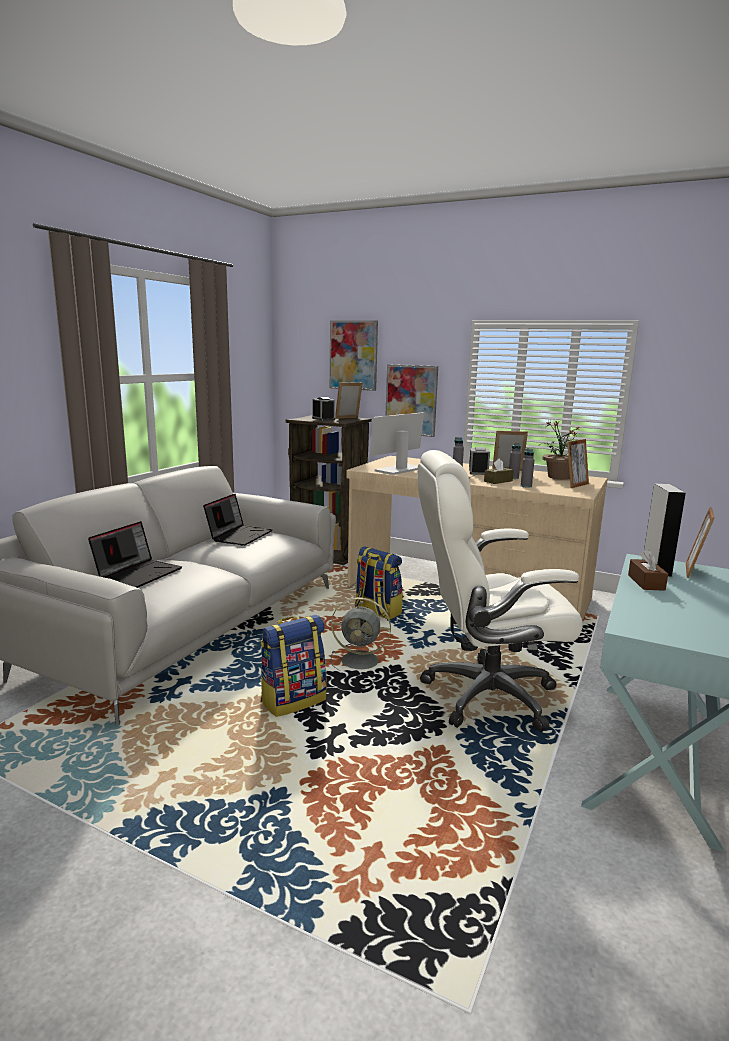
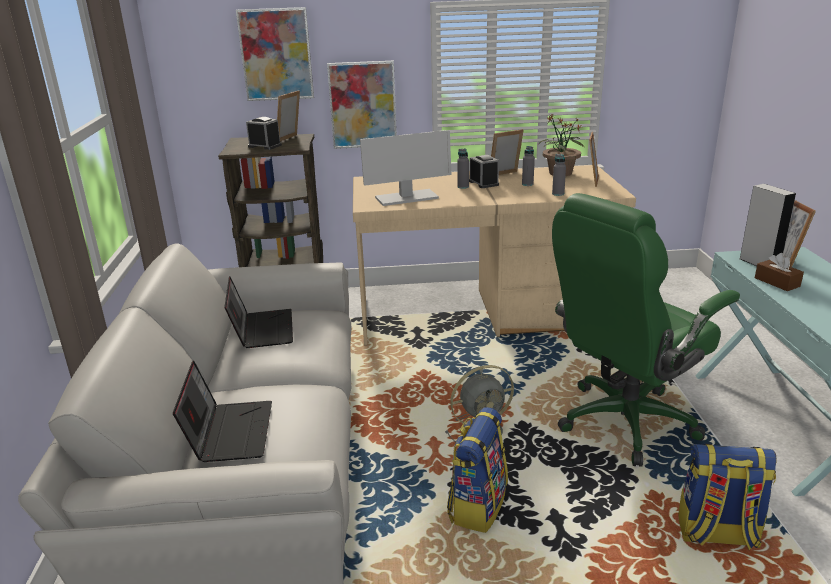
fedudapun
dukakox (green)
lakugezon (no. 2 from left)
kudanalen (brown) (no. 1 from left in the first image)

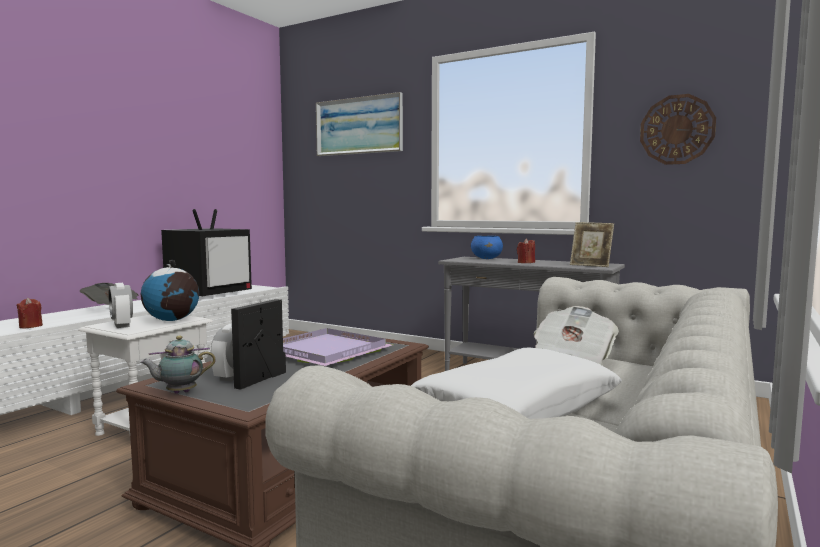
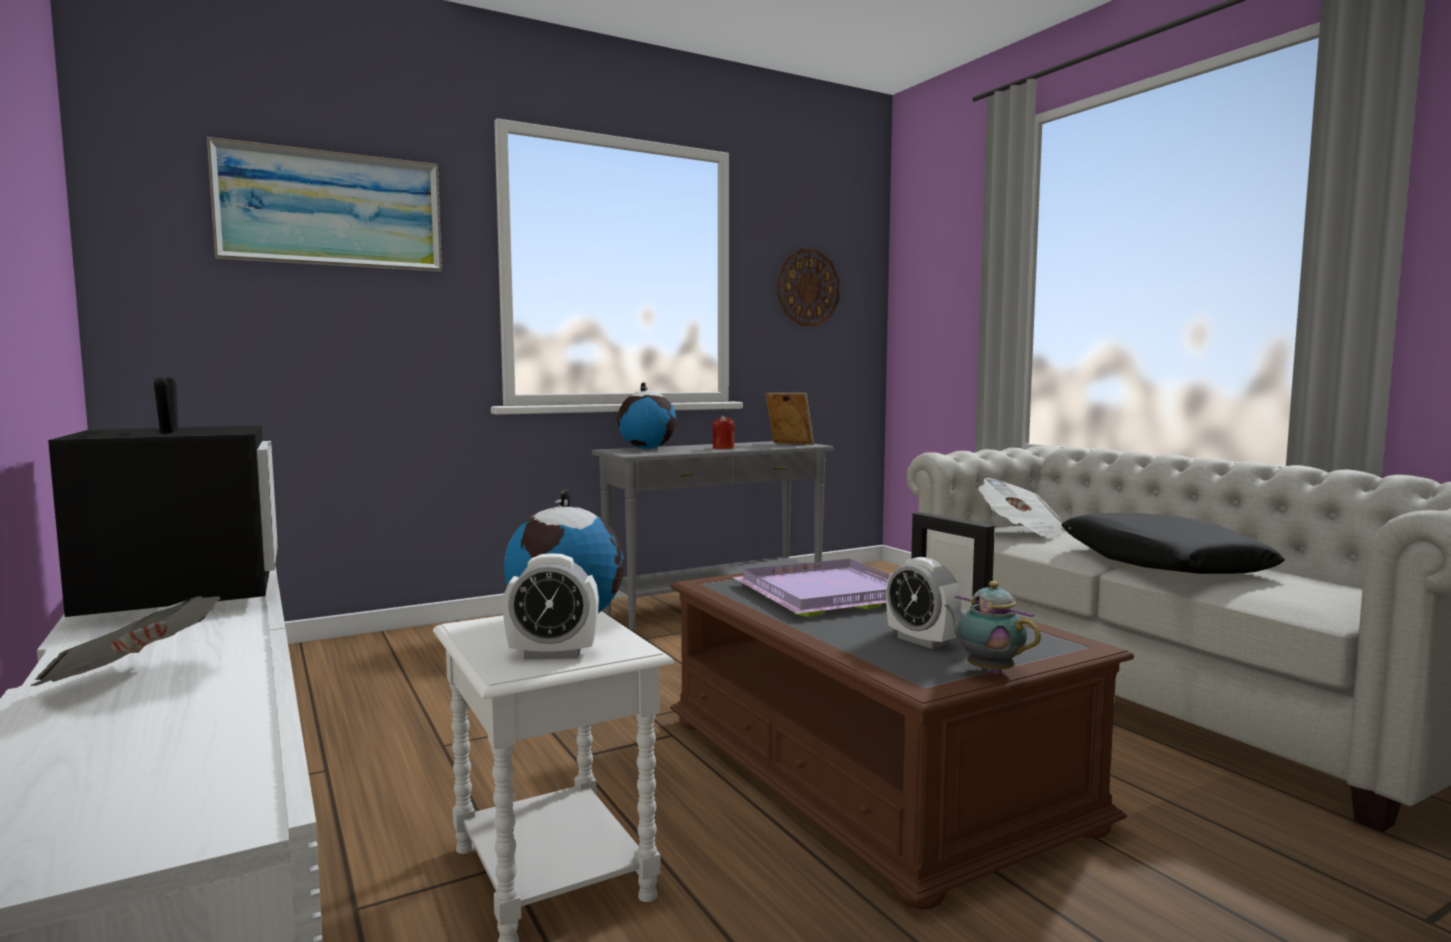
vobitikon (no. 2 from left)
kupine (no. 1 from left)
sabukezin
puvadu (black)
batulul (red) (no. 1 from left in the first image)

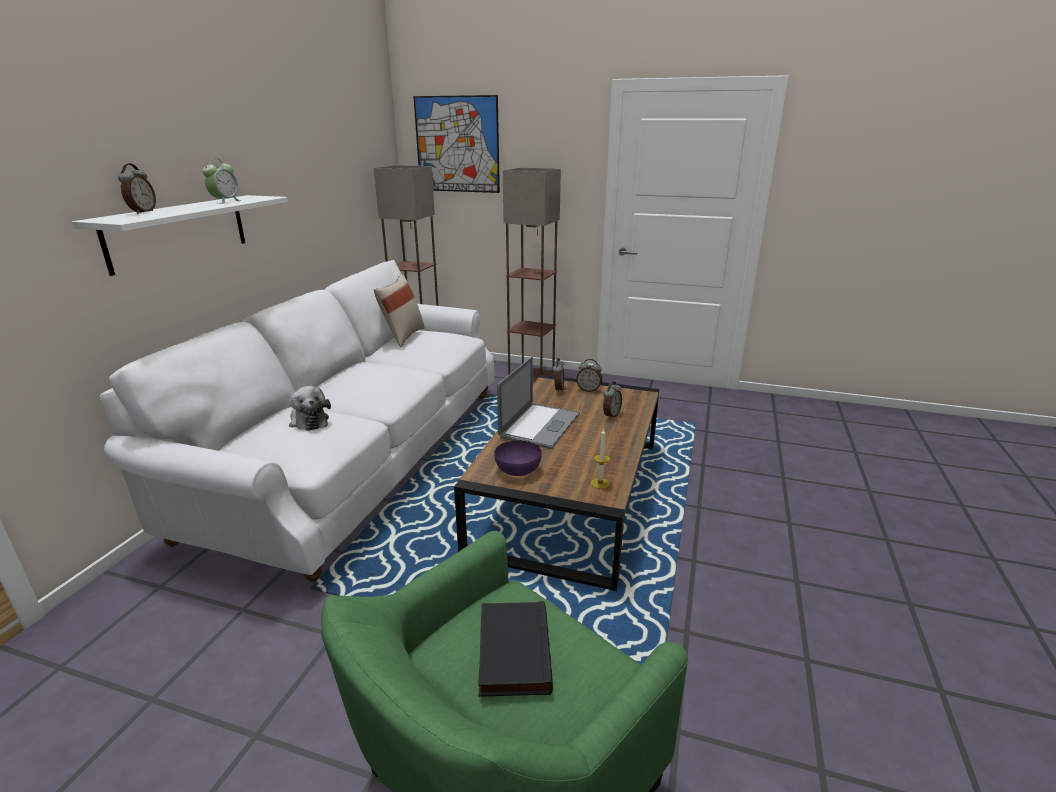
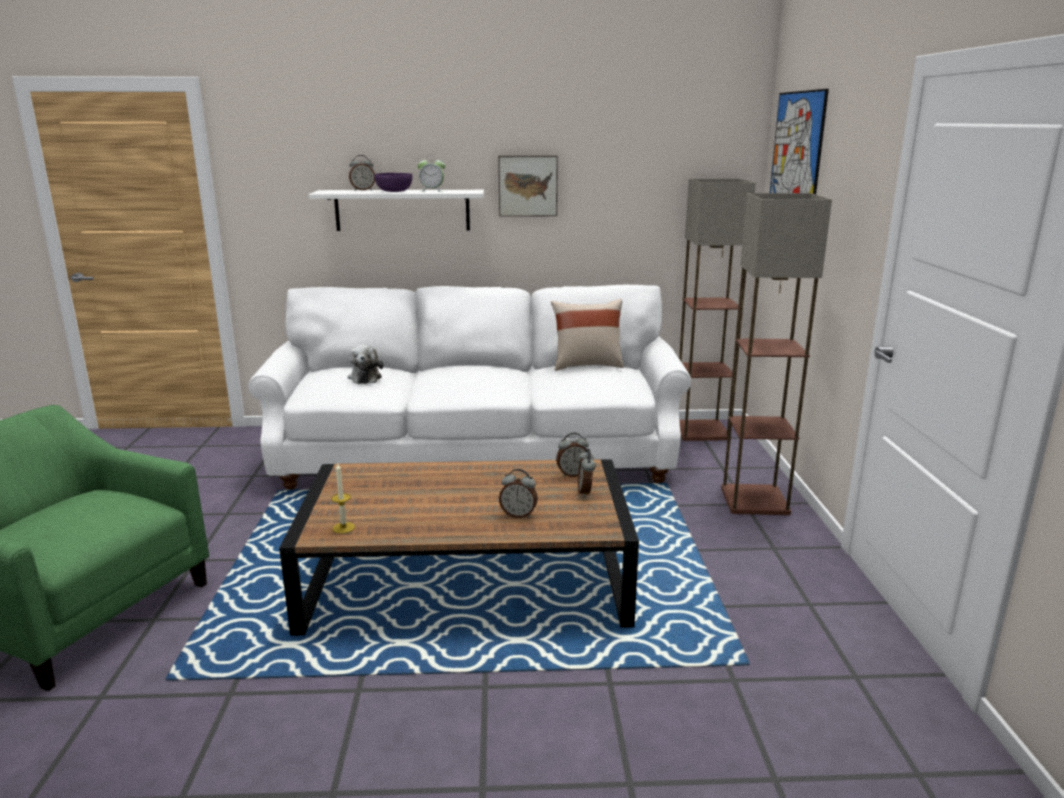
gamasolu
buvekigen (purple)
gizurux (no. 1 from left)
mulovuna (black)
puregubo

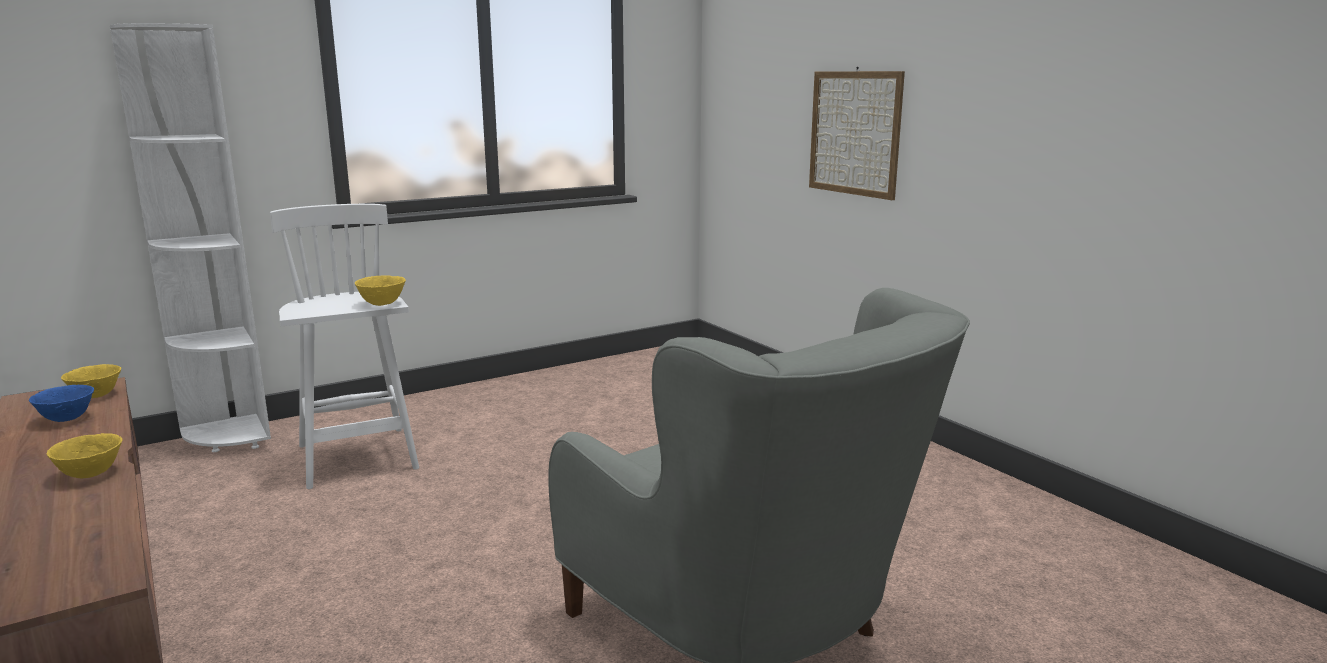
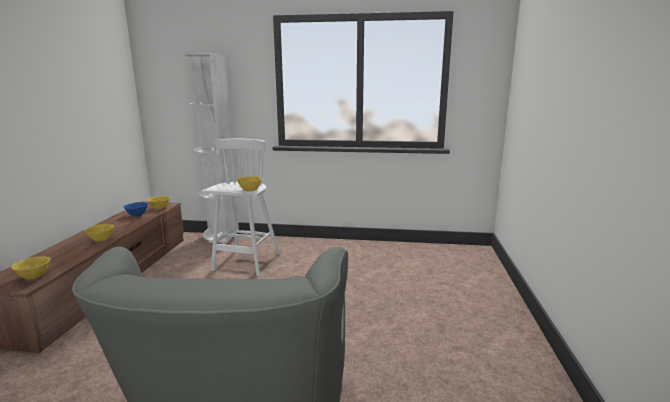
buvekigen (yellow) (no. 1 from left)
gizurux

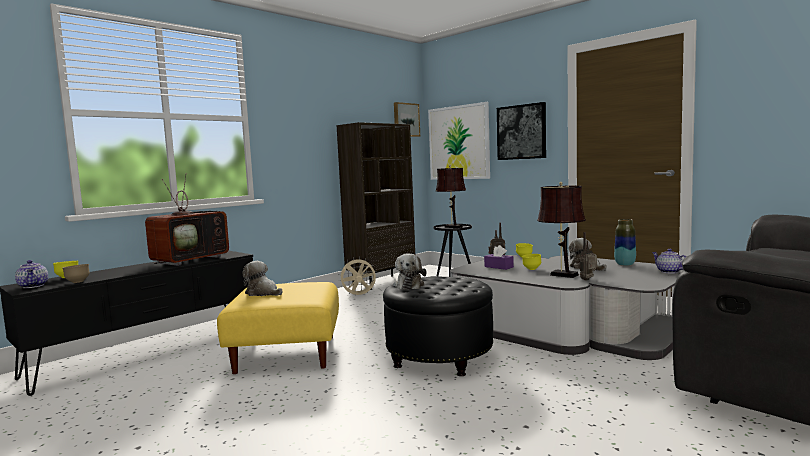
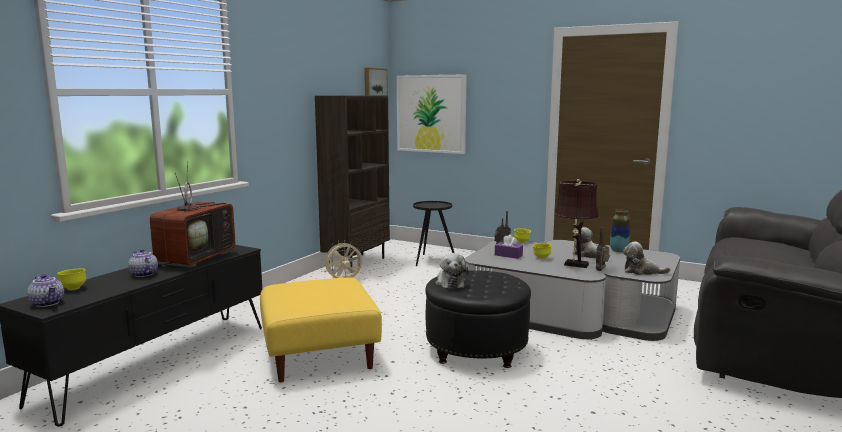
sabukezin (no. 2 from left)
gamasolu (no. 3 from left)
buvekigen (brown)
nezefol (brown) (no. 1 from left in the first image)
gizurux (no. 3 from left in the first image)

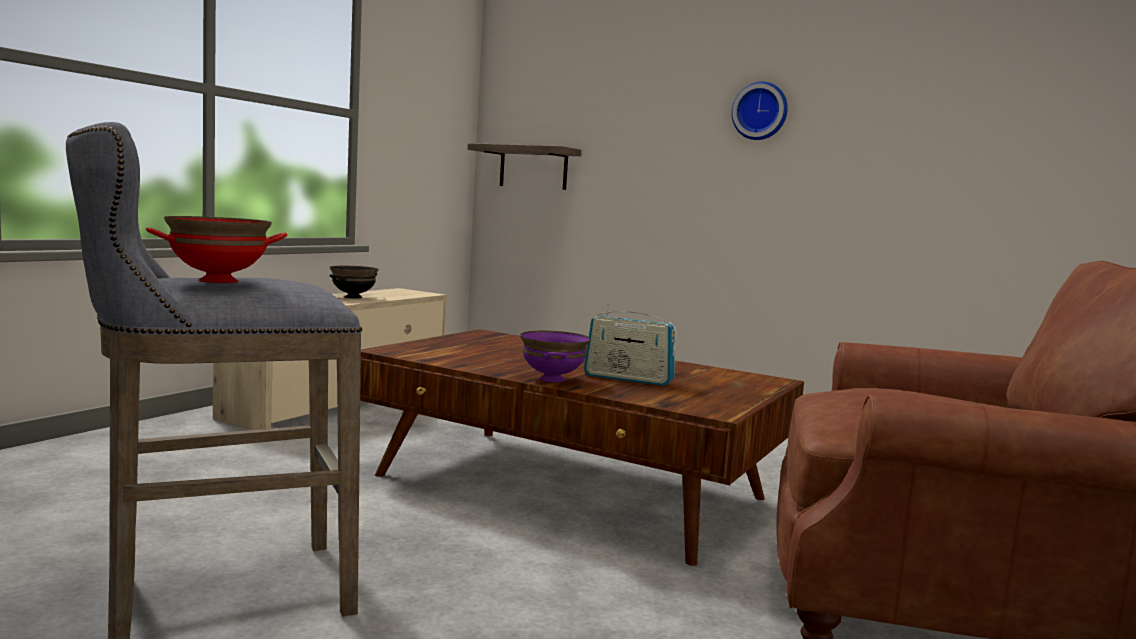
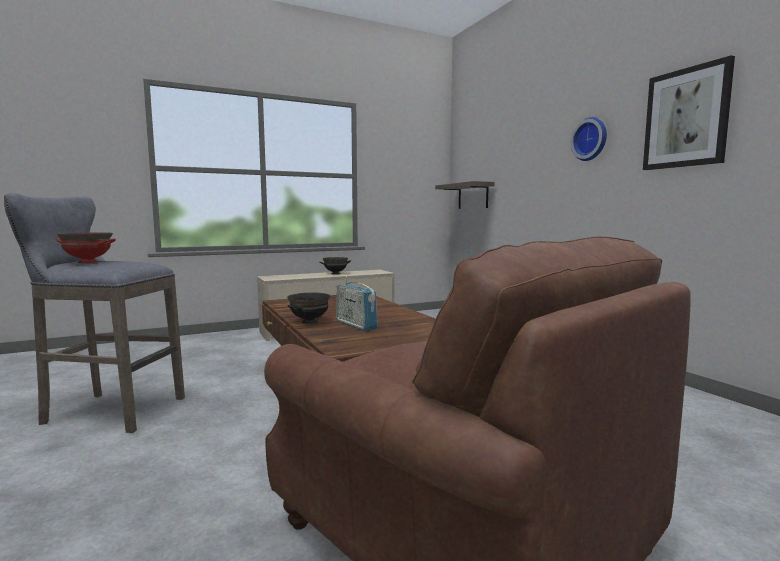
buvekigen (black) (no. 1 from left)
gizurux

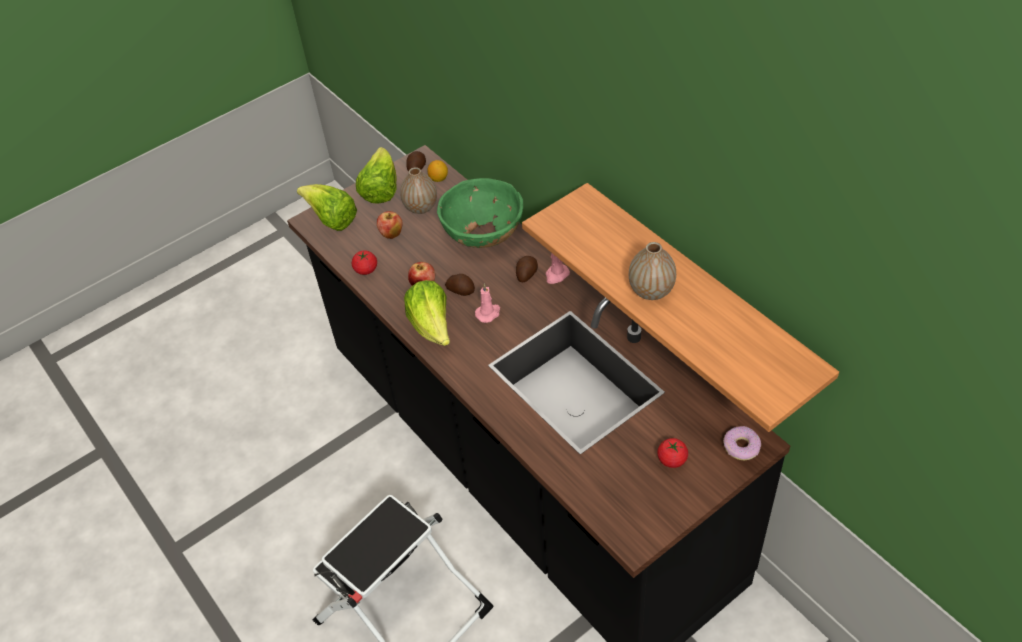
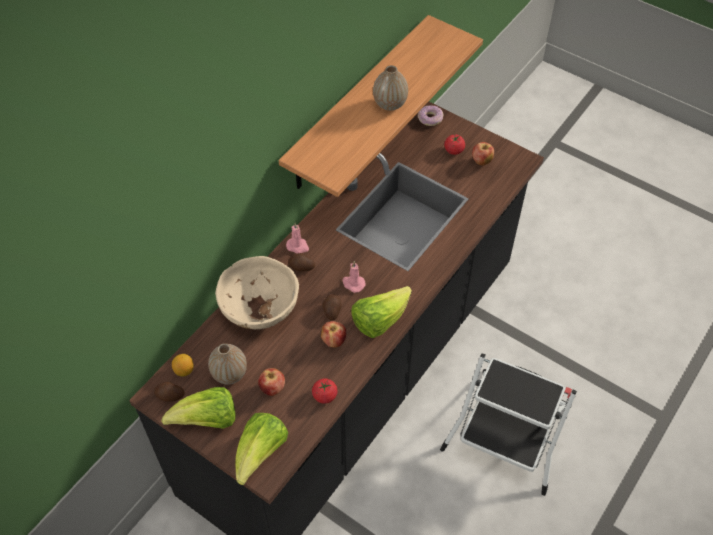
buvekigen (beige)
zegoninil (no. 3 from left)

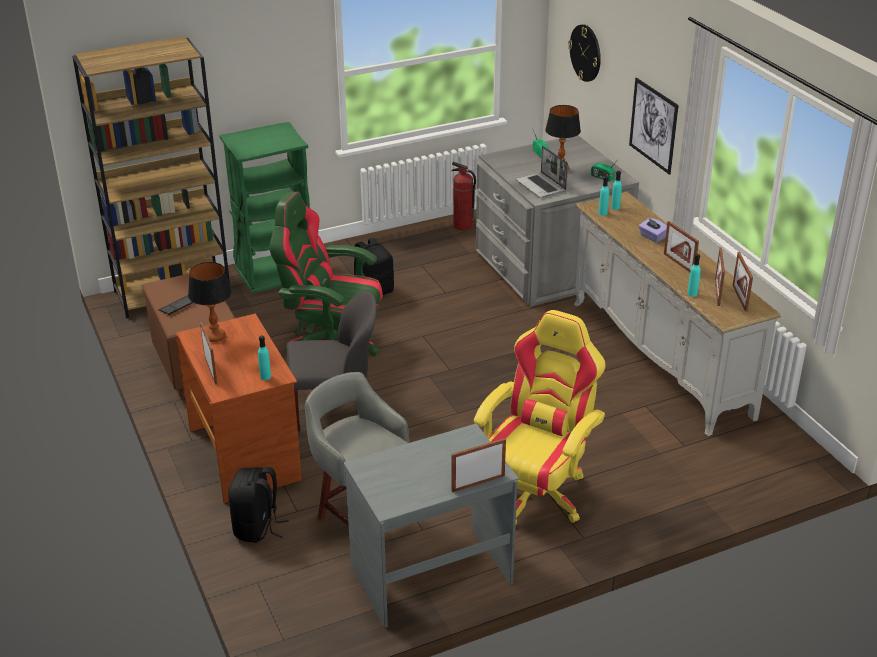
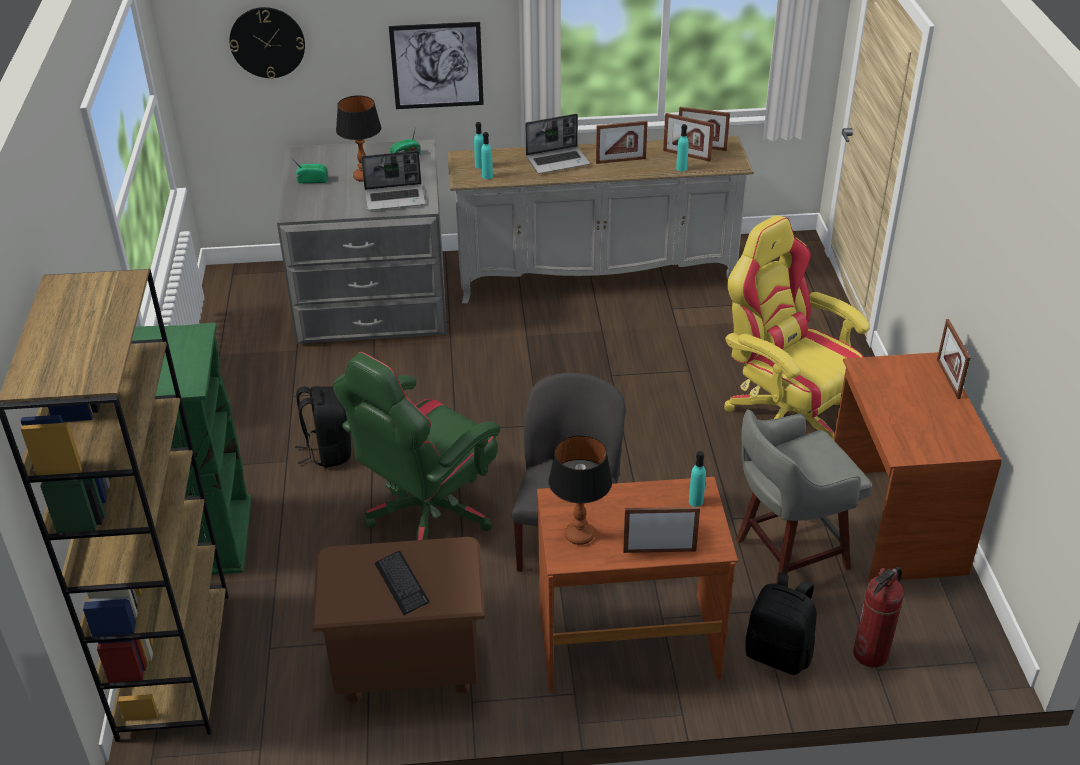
puregubo (no. 2 from left)
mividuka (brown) (no. 2 from left)
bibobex

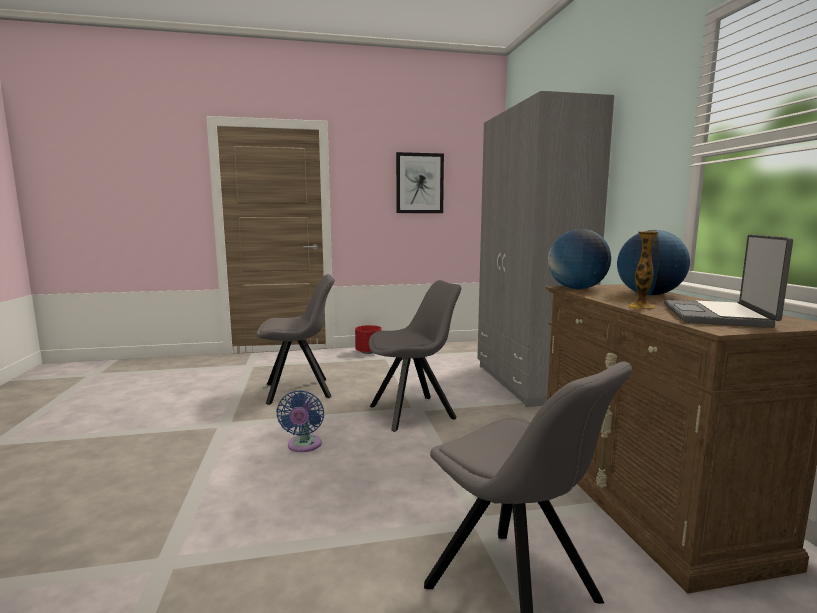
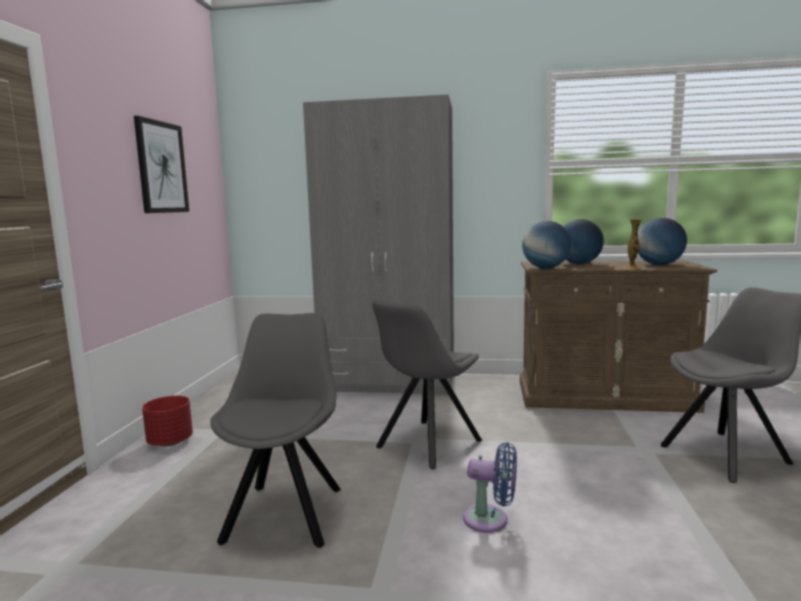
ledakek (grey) (no. 2 from left)
vobitikon (no. 3 from left)

